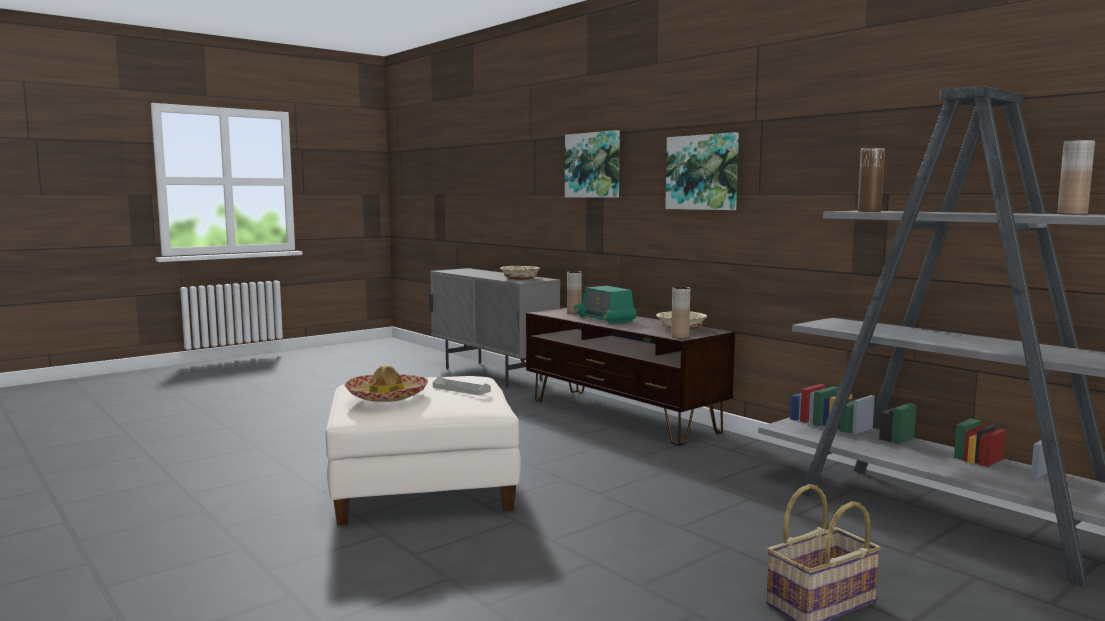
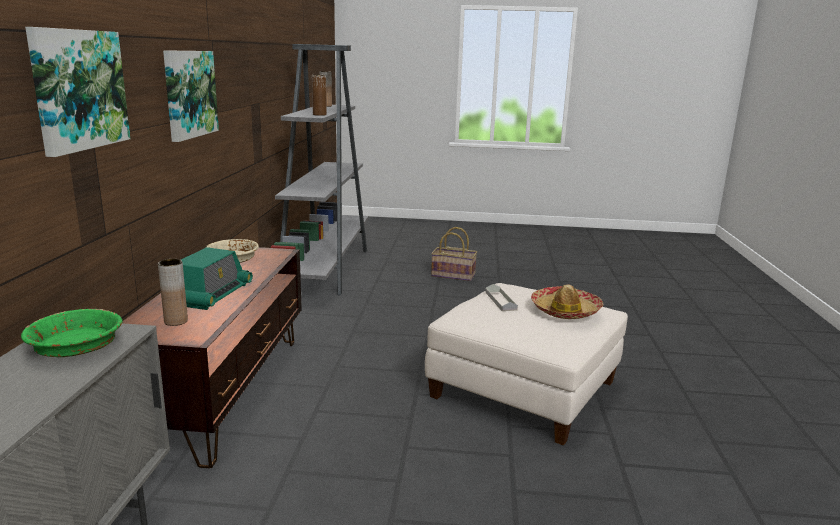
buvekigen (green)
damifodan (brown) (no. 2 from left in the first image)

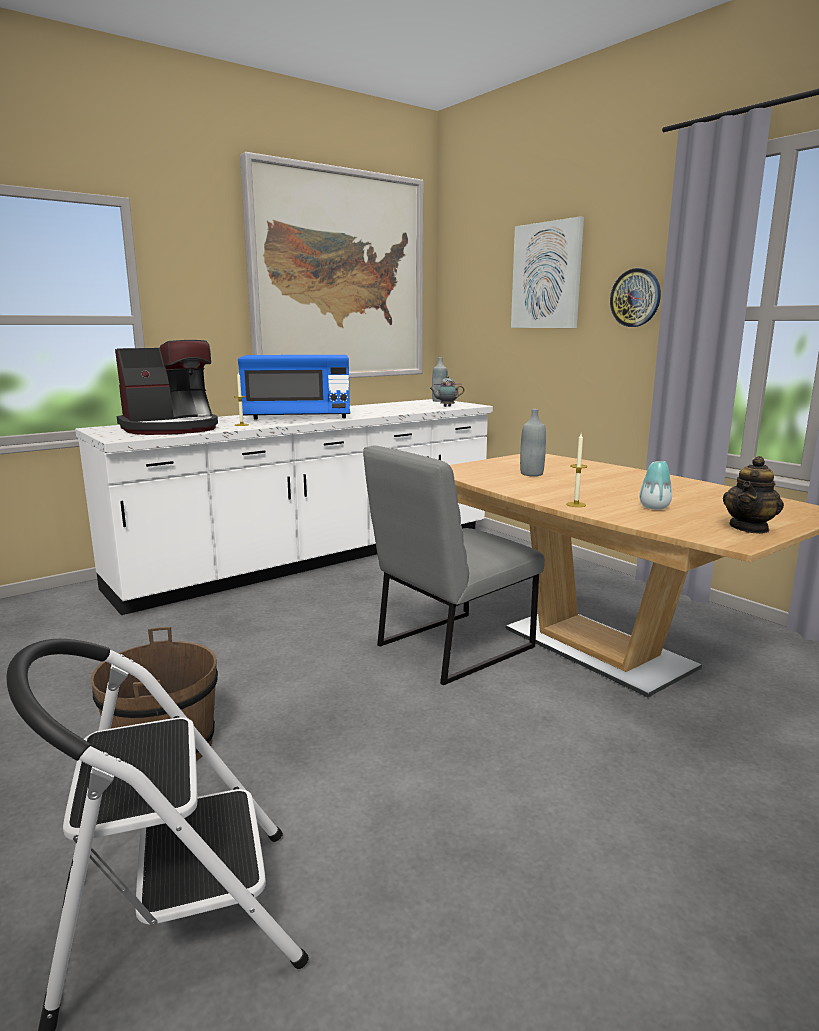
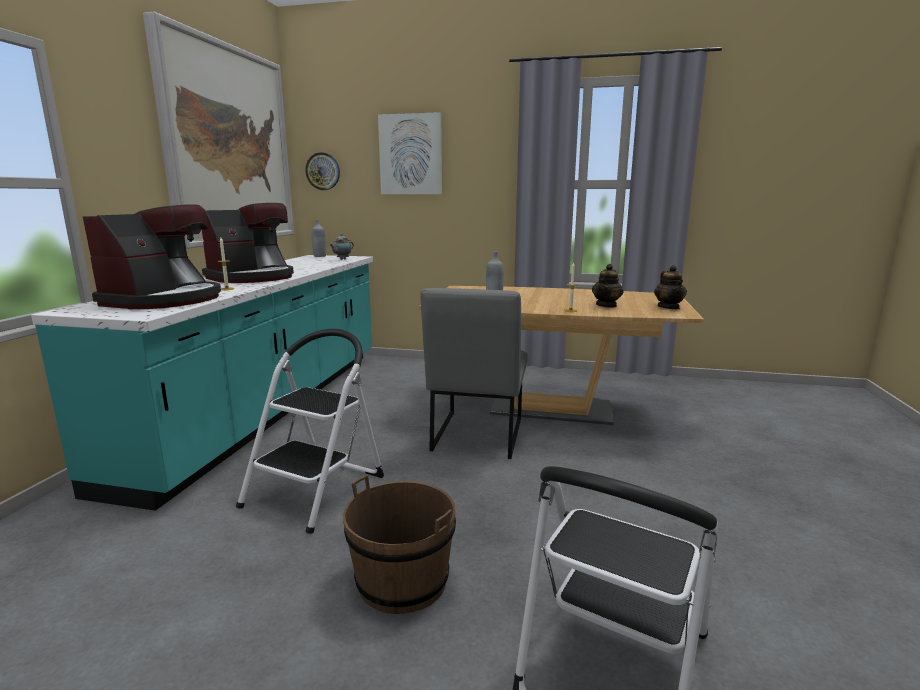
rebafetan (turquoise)
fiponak (no. 2 from left)
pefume (no. 1 from left)
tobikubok
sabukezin (no. 2 from left)

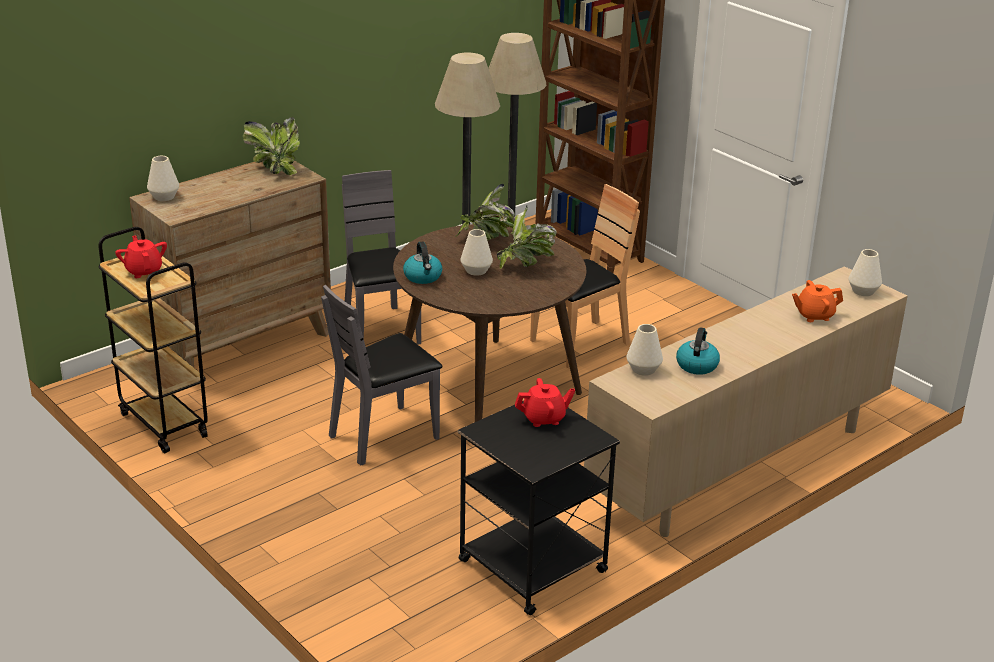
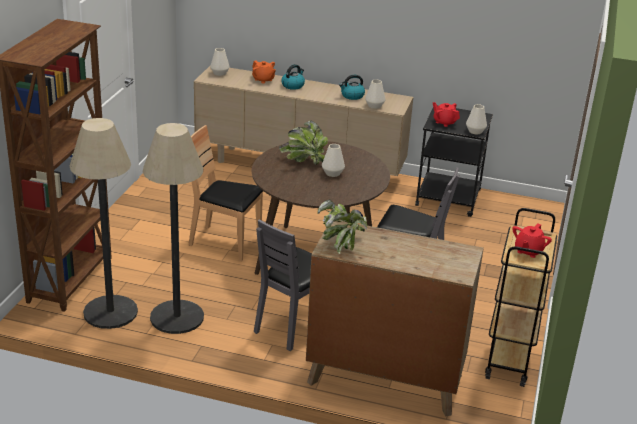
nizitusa (no. 1 from left)
damifodan (white) (no. 4 from left)
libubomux (no. 2 from left in the first image)

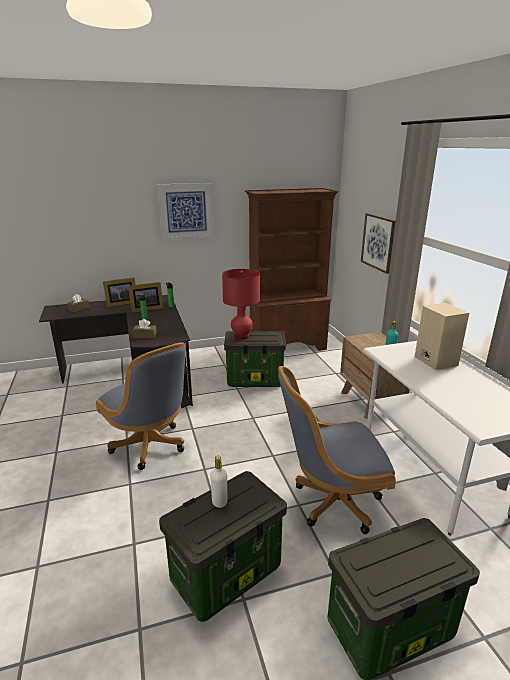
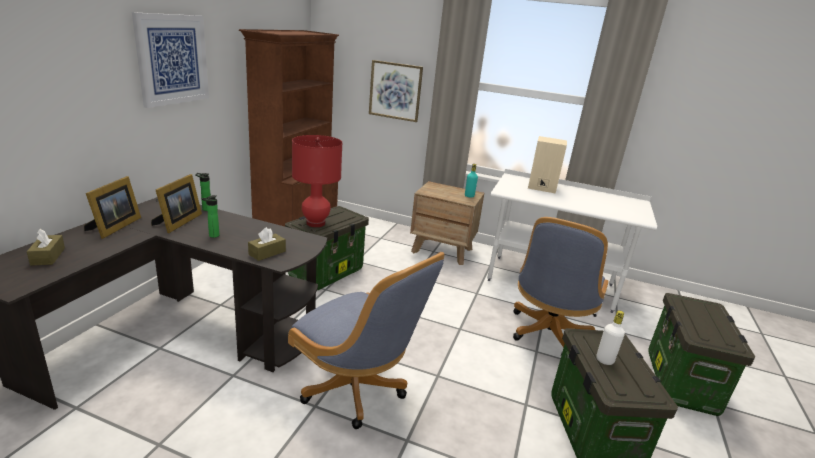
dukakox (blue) (no. 1 from left)

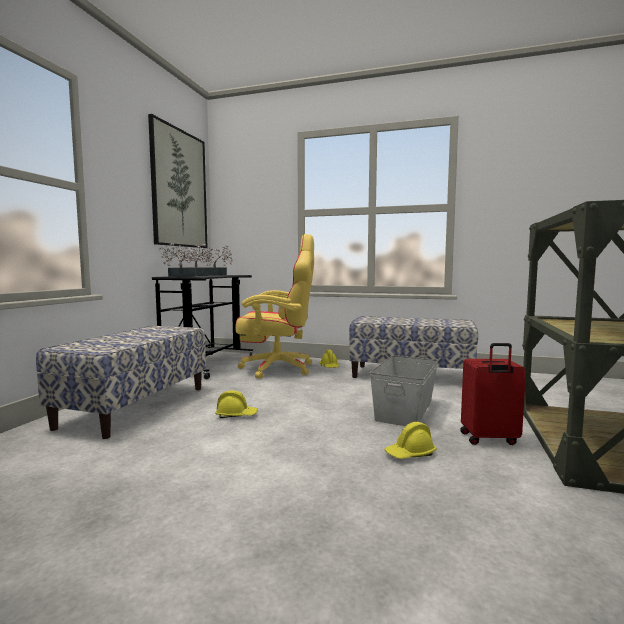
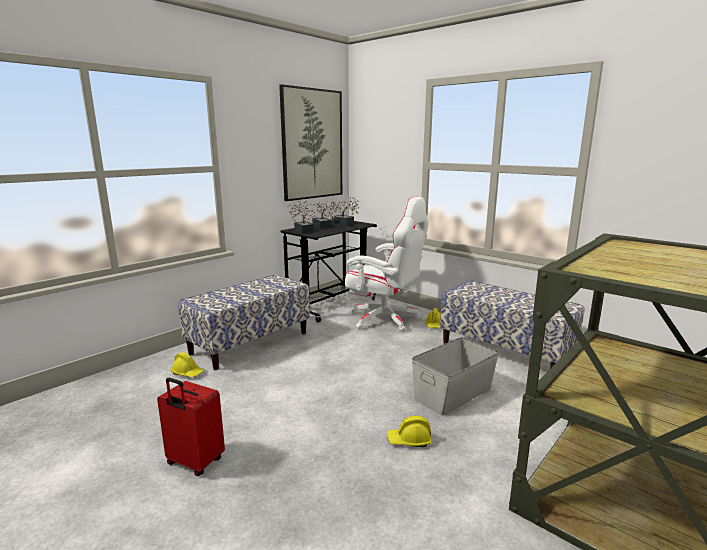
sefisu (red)
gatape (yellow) (no. 1 from left)
dukakox (white)

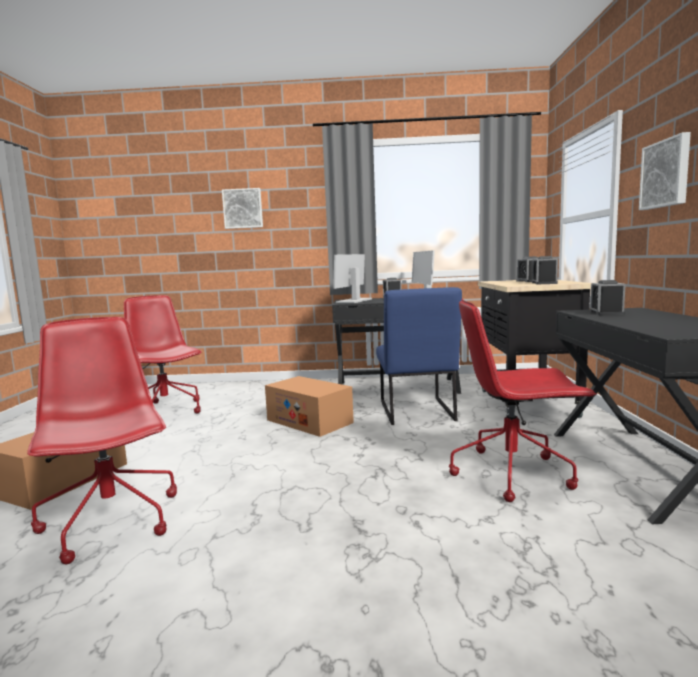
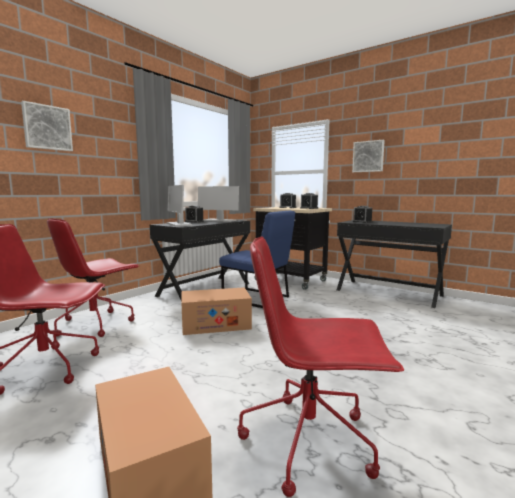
dukakox (red) (no. 2 from left)

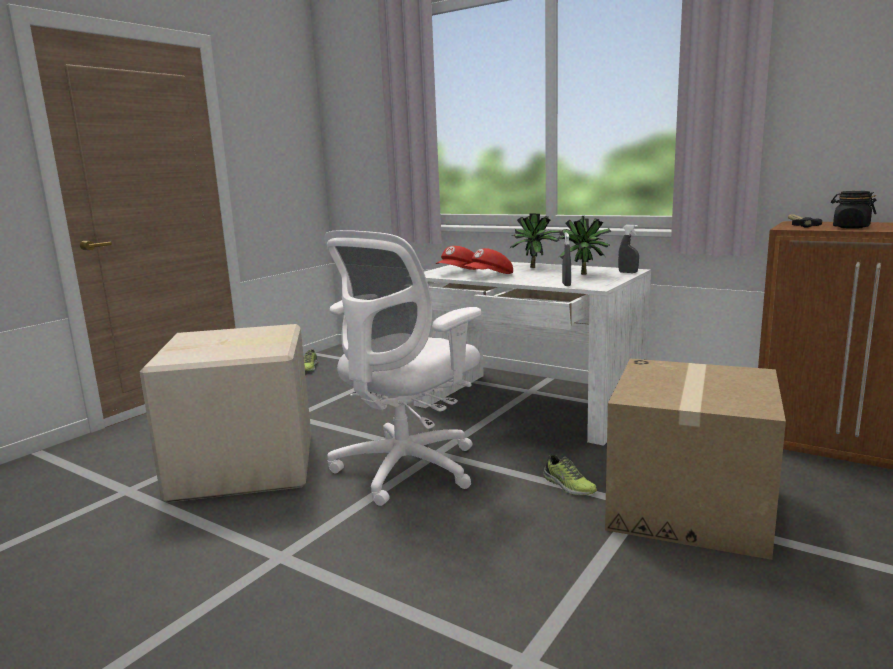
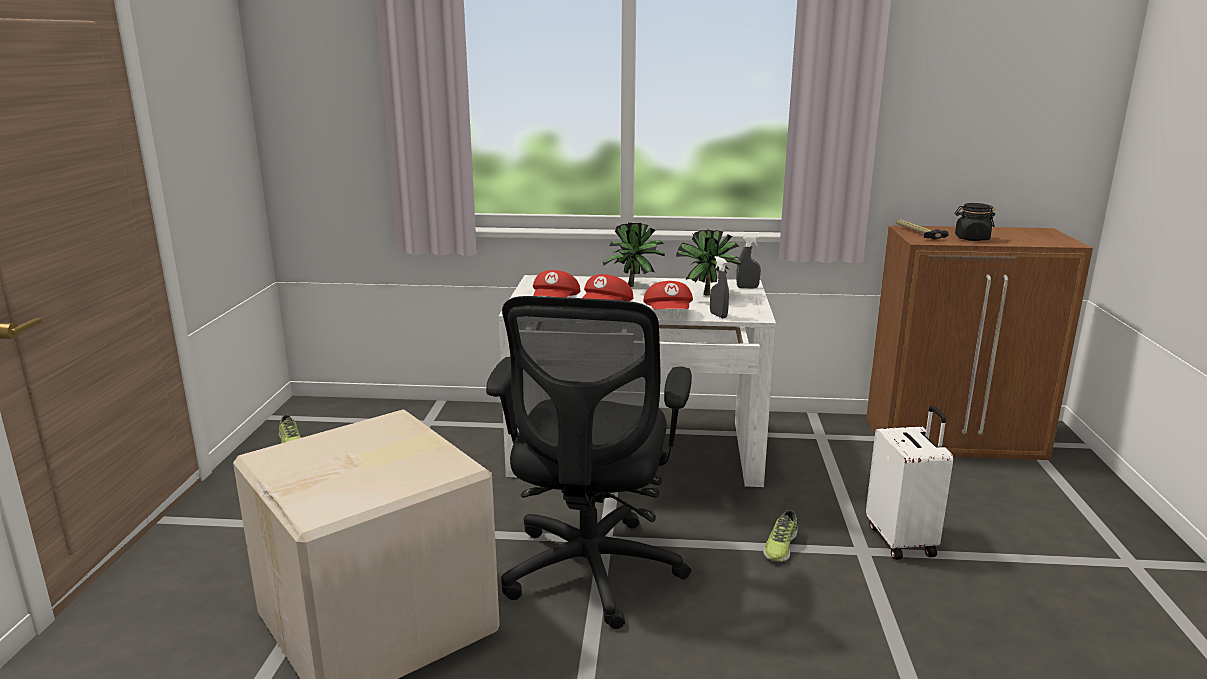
dukakox (black)
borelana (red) (no. 3 from left)
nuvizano (no. 2 from left)
sefisu (white)

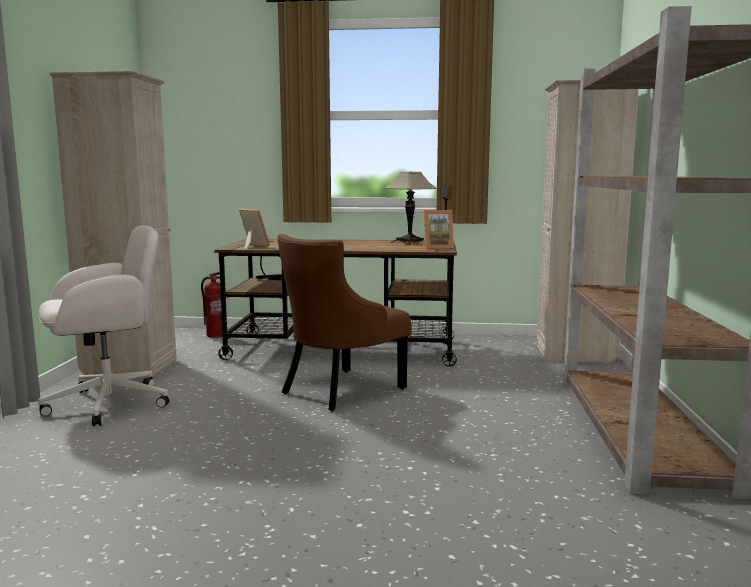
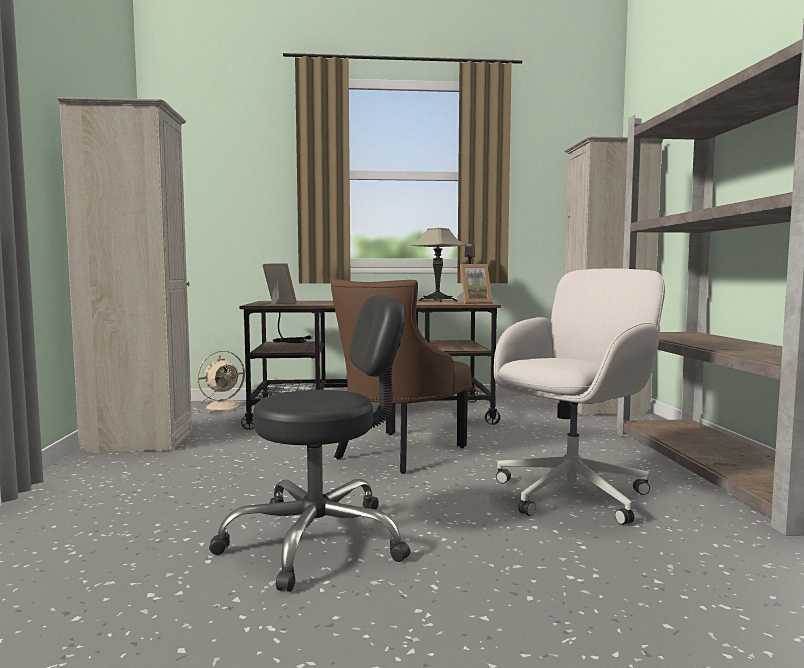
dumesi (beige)
dukakox (black)
dukakox (white)

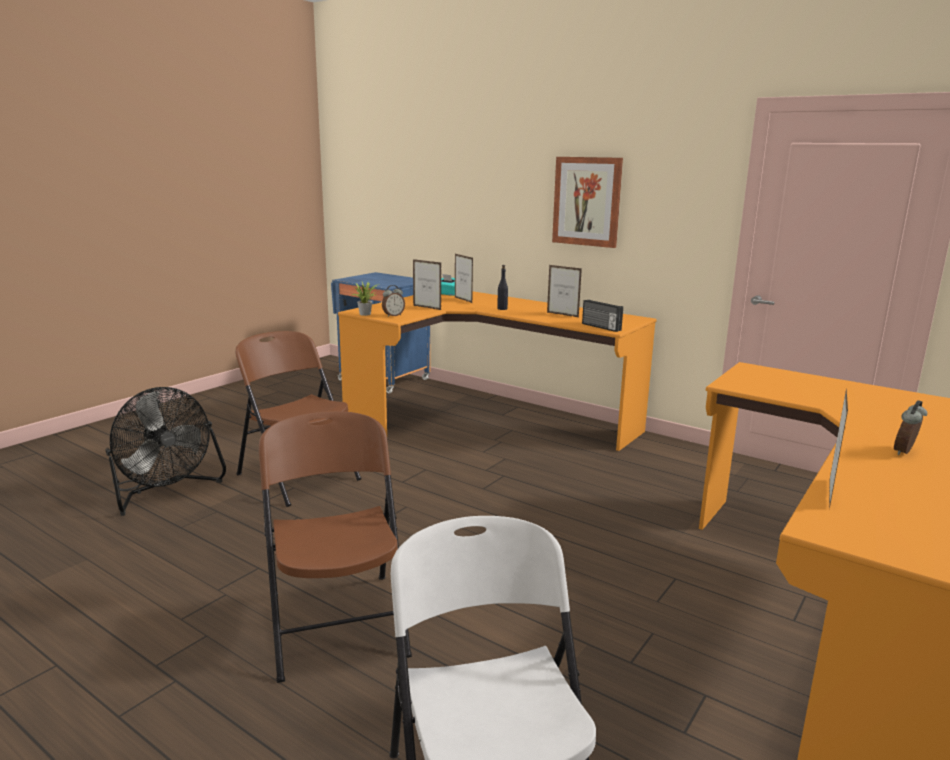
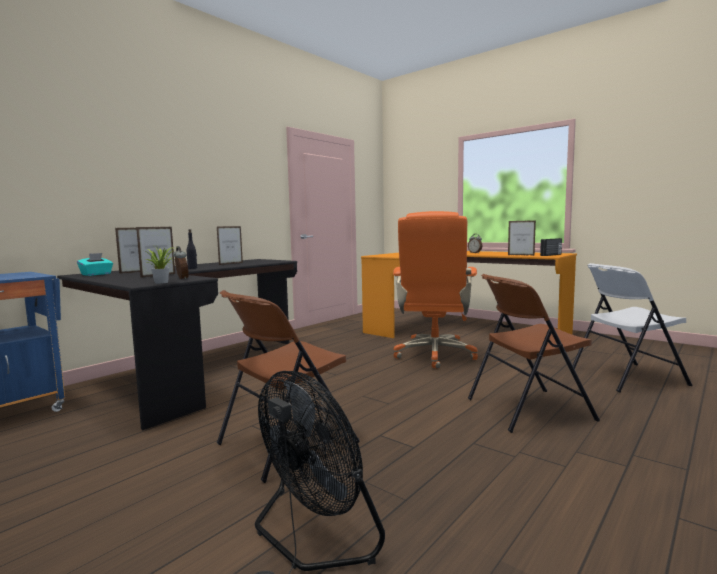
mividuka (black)
dukakox (orange)
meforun
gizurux

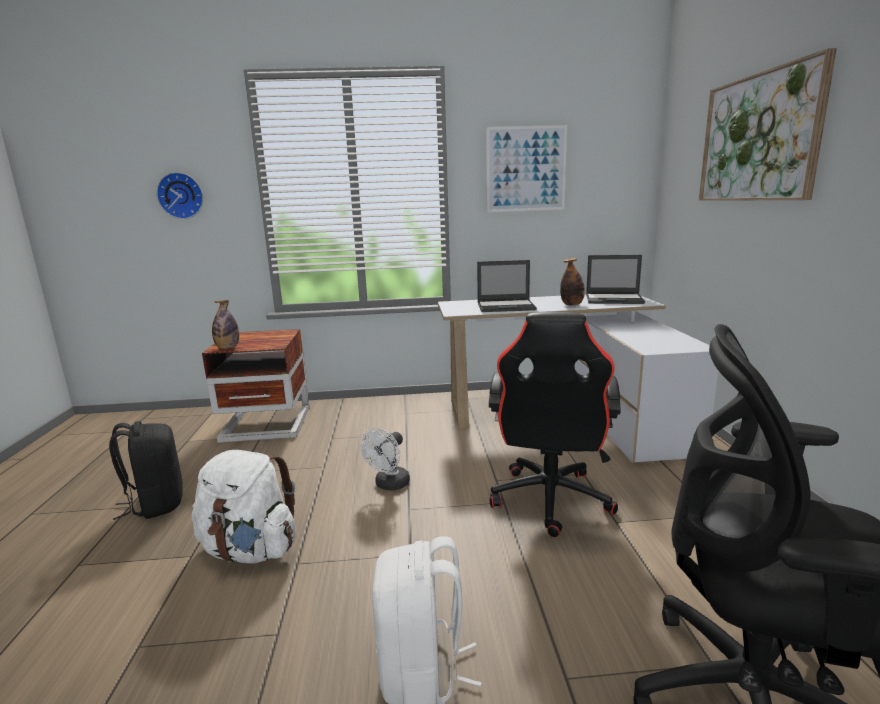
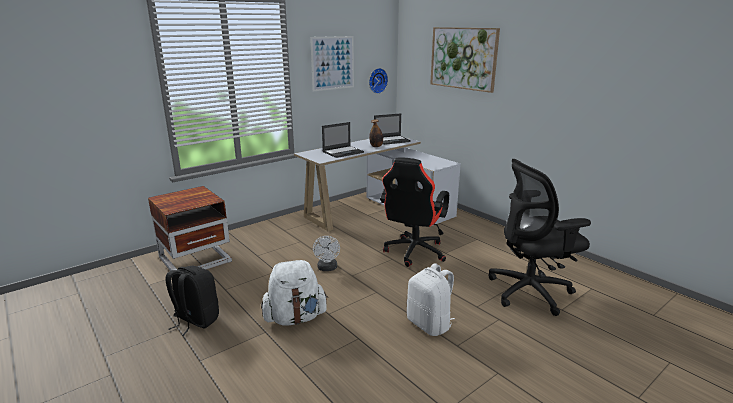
tobikubok
dukakox (black) (no. 1 from left)
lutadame (no. 1 from left in the first image)

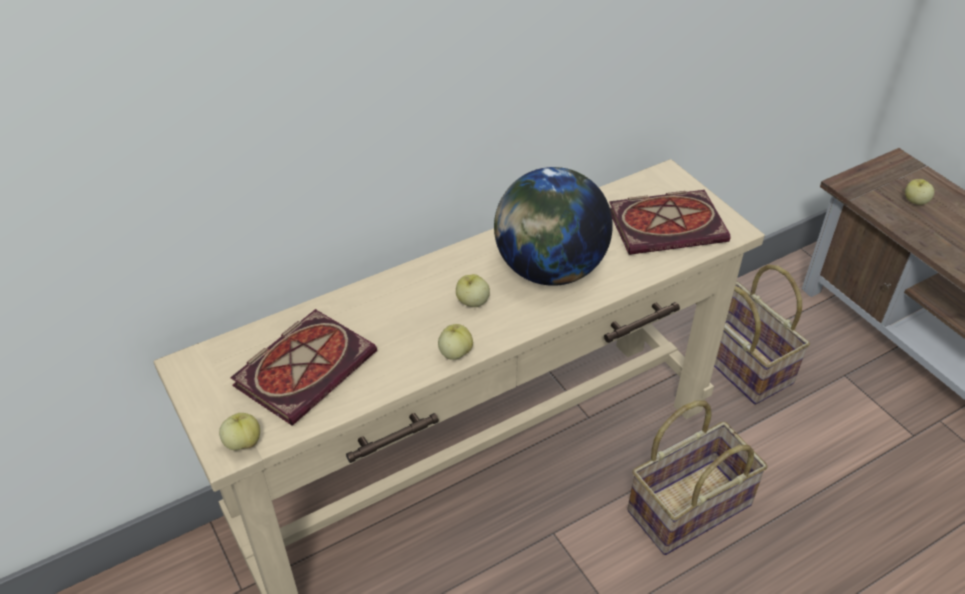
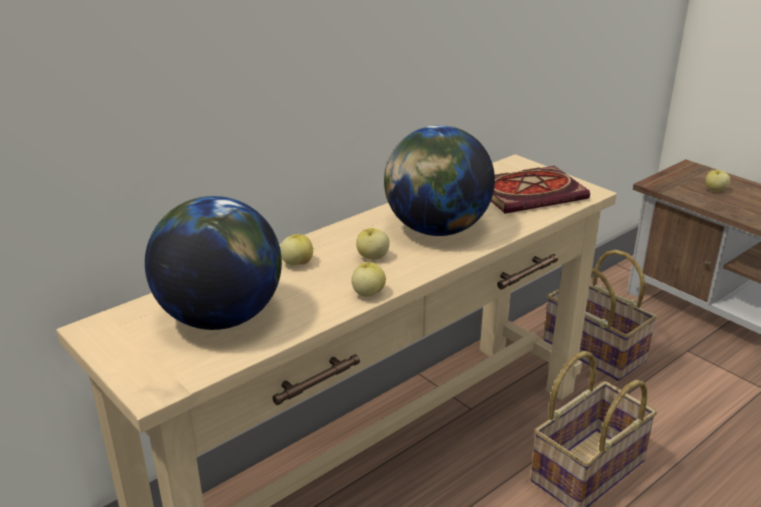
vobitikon (no. 1 from left)
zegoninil (no. 1 from left)

